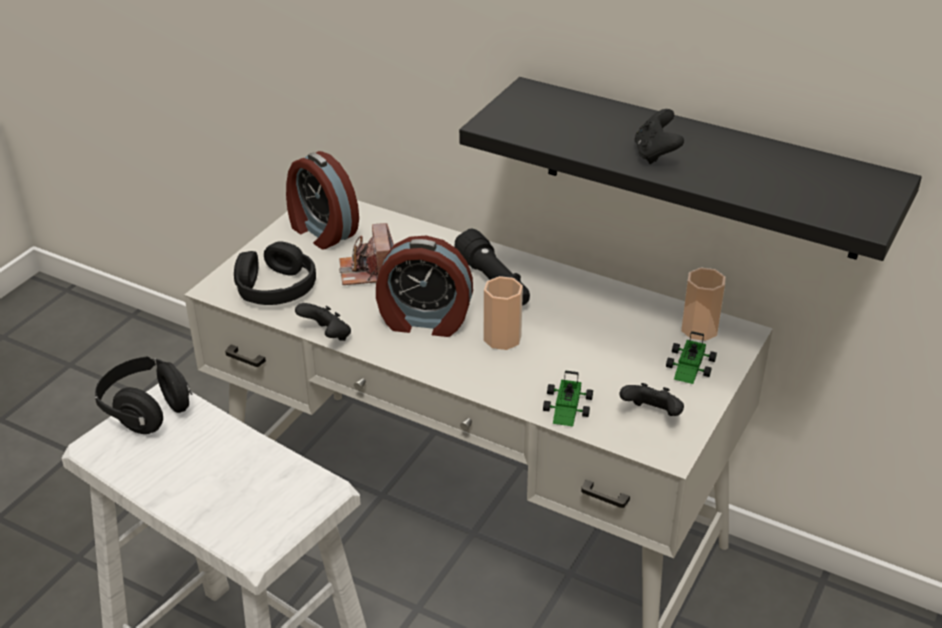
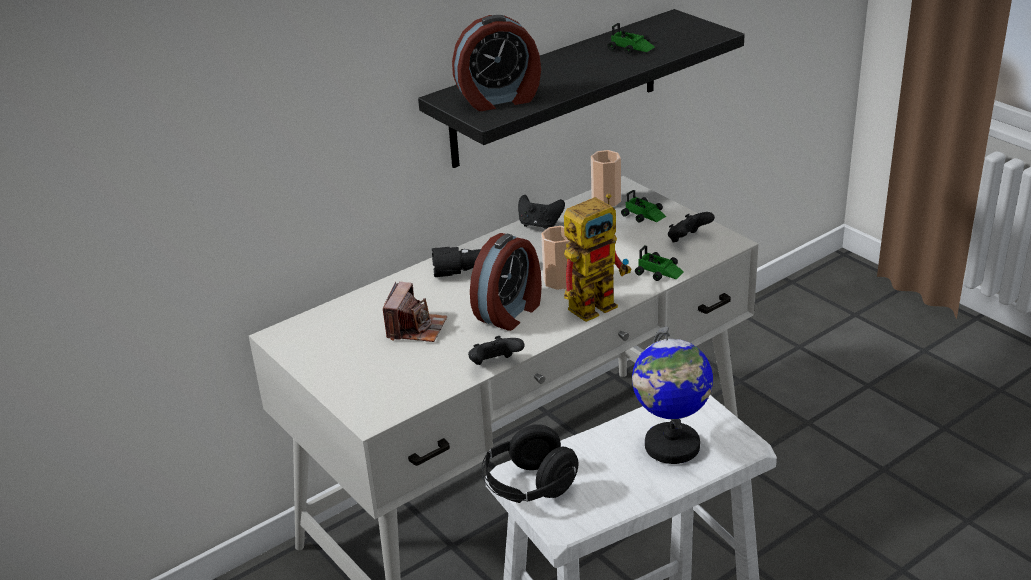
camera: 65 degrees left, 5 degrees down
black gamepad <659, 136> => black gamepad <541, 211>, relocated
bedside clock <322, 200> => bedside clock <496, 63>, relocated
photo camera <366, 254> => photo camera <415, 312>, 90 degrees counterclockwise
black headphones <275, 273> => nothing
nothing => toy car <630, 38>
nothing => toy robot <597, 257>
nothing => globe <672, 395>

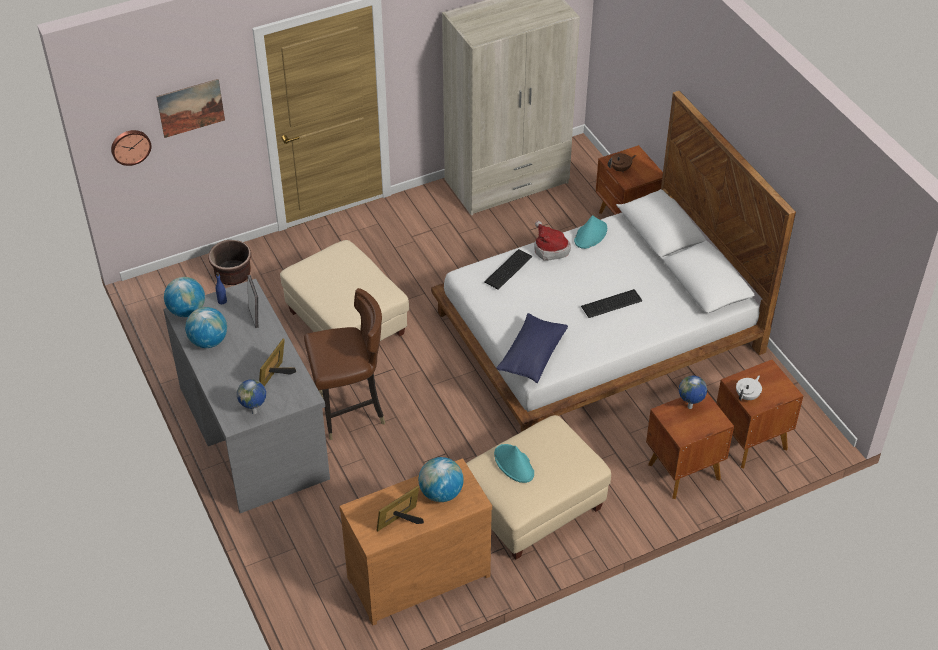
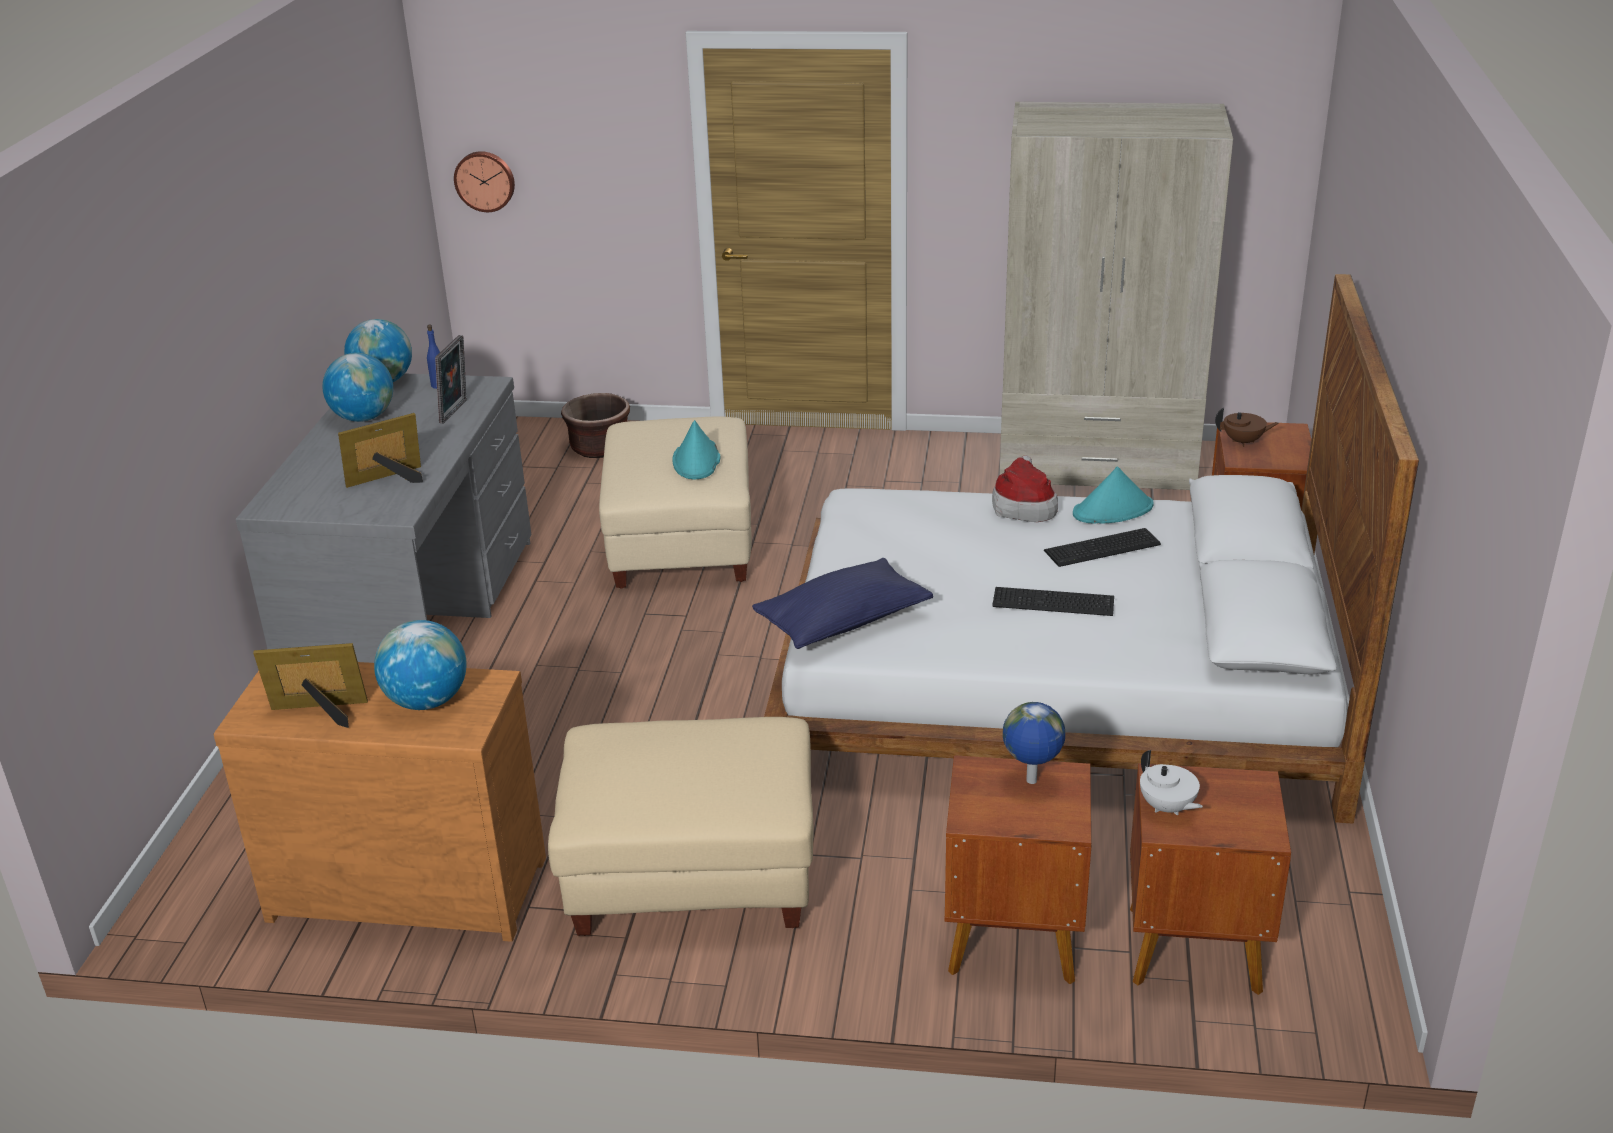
camera: 35 degrees right, 15 degrees down
picture <190, 108> => nothing
PC keyboard <508, 269> => PC keyboard <1102, 547>, relocated
brownish chair <344, 364> => nothing
white teapot <749, 388> => white teapot <1171, 782>, 75 degrees clockwise
globe <251, 396> => nothing
turquoise-coloured hat <514, 463> => turquoise-coloured hat <696, 450>, relocated

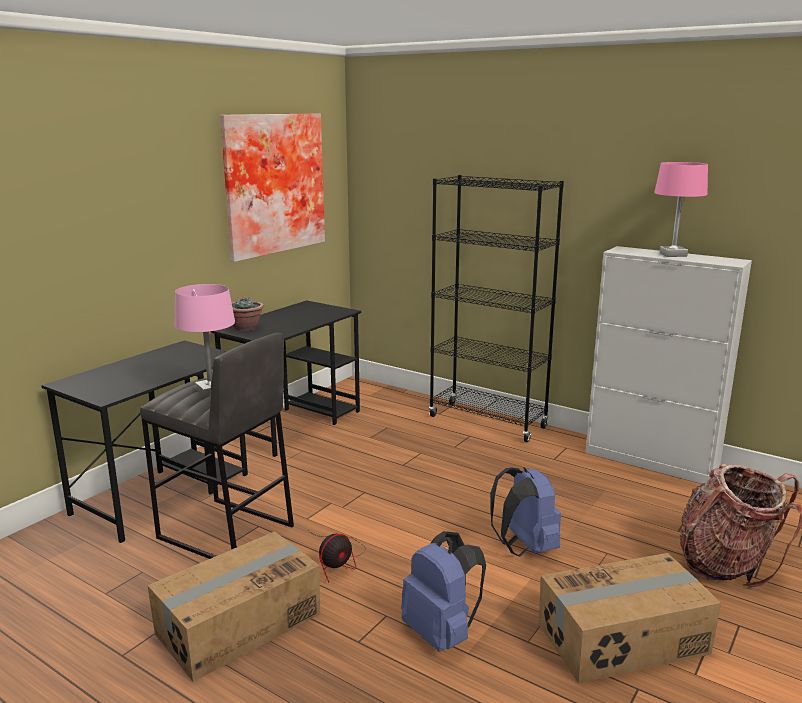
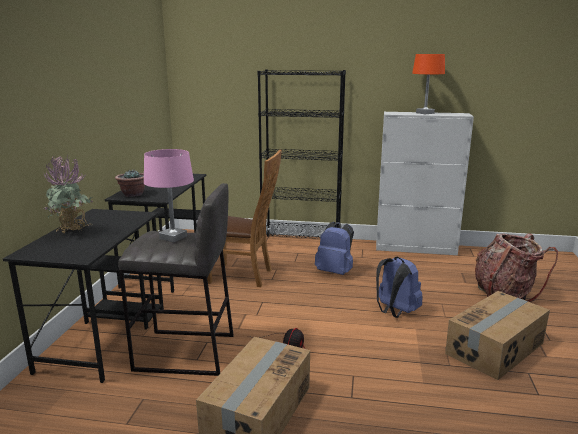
camera: 25 degrees left, 0 degrees up
picture <272, 187> => nothing
pinkish table lamp <681, 209> => orange table lamp <428, 84>
blue rucksack <443, 591> => blue rucksack <334, 248>, relocated
nothing => brownish chair <244, 218>
nothing => plant in a pot <68, 194>

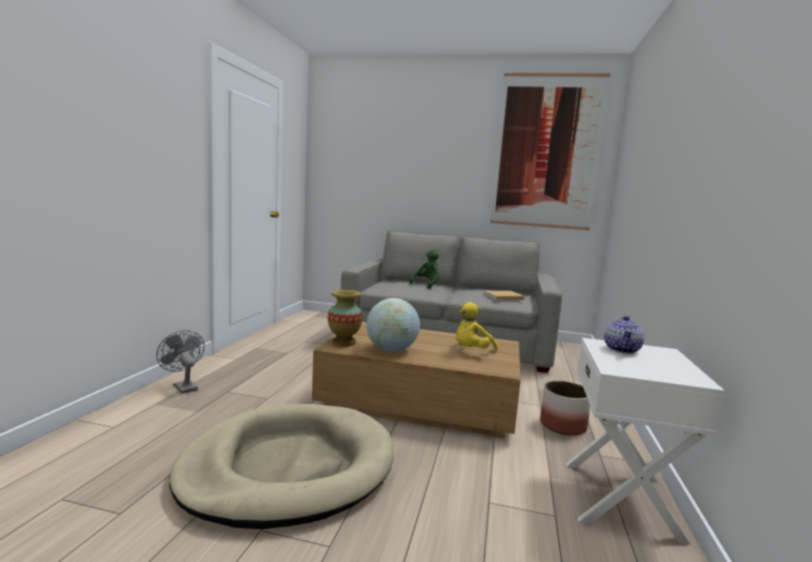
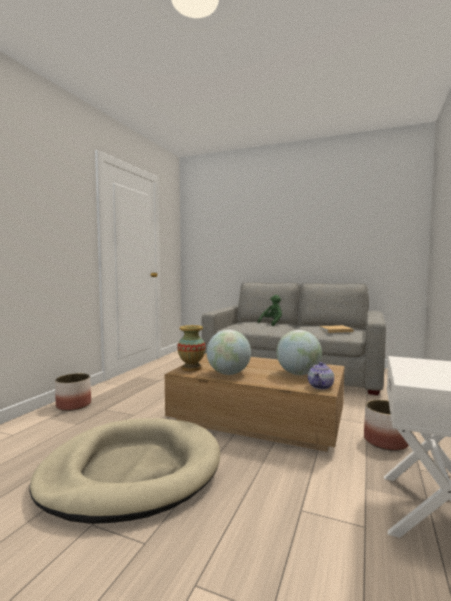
camera: 10 degrees right, 5 degrees down
picture <550, 151> => nothing
yellow-coloured plush toy <477, 326> => globe <299, 352>
teapot <624, 335> => teapot <321, 376>, relocated
gray electric fan <180, 362> => flower pot <73, 392>

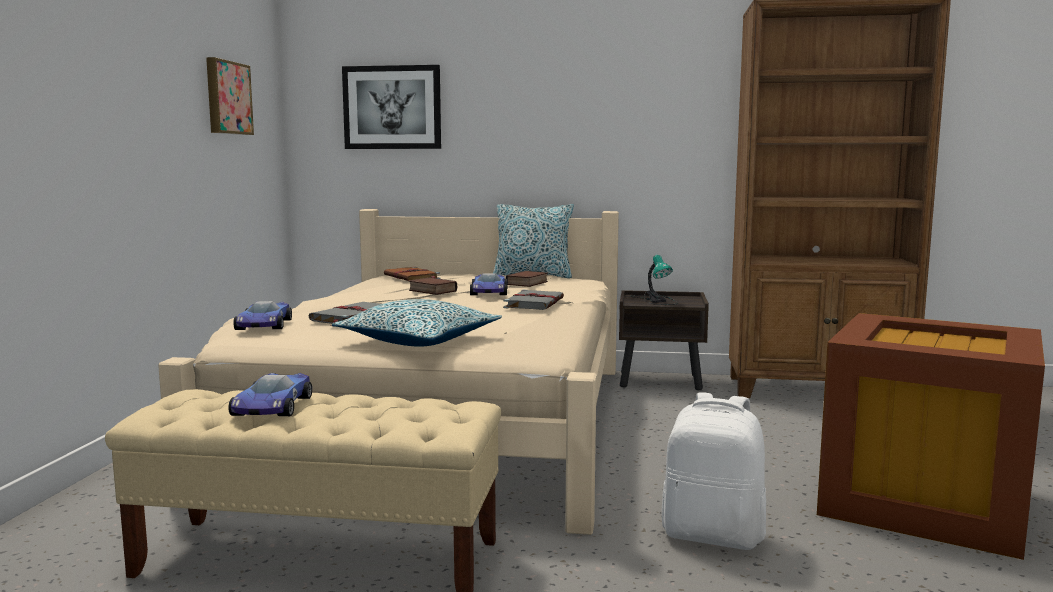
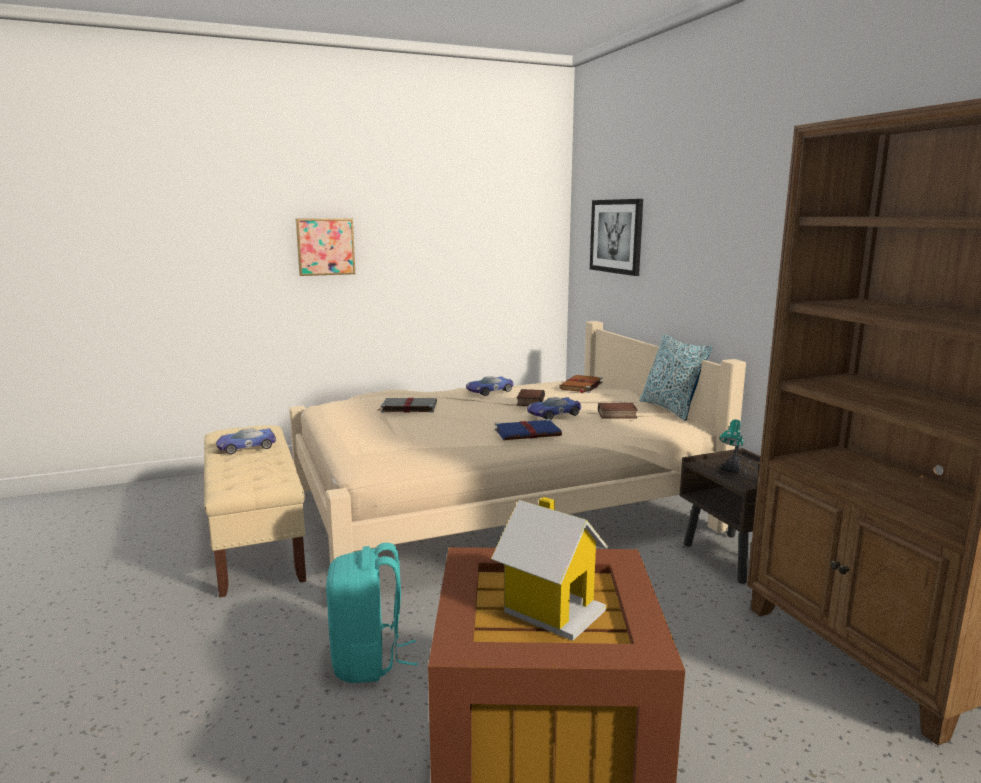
camera: 60 degrees right, 5 degrees up
picture <230, 96> => picture <325, 247>, relocated
gray volume <533, 300> => blue volume <528, 429>
pillow <417, 323> => nothing
toy car <262, 315> => toy car <490, 386>, relocated
white rucksack <713, 471> => turquoise-coloured rucksack <372, 613>
nothing => model house <549, 569>

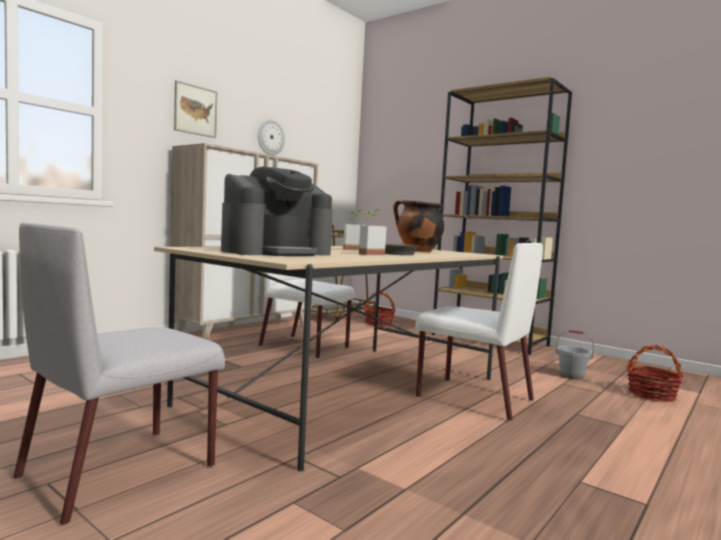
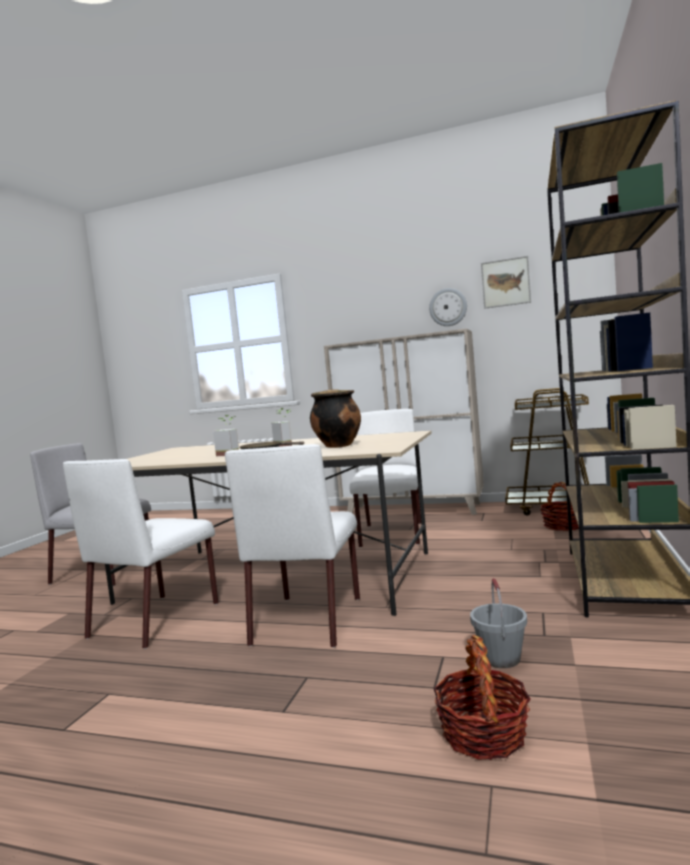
camera: 70 degrees right, 0 degrees up
picture <195, 109> => picture <506, 282>, relocated
coffee machine <277, 211> => nothing
nothing => white chair <140, 554>

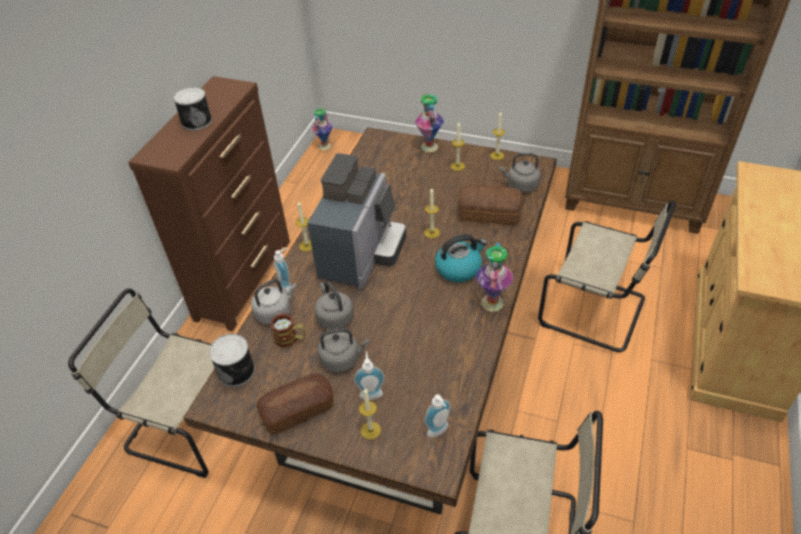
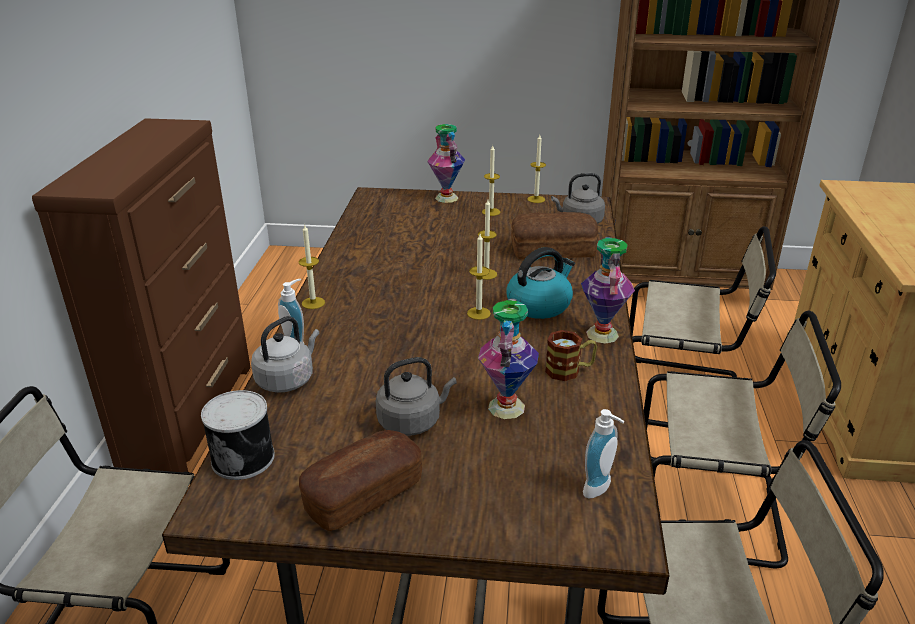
camera: 15 degrees left, 15 degrees down
metal can <192, 108> => nothing
decorative vase <322, 129> => decorative vase <508, 359>, relocated
coffee machine <356, 220> => nothing
gray water kettle <334, 305> => nothing
mug <288, 330> => mug <571, 355>, relocated
soap dispenser <369, 375> => nothing
wax candle <370, 414> => wax candle <479, 277>, relocated
nothing => sand-coloured chair <742, 439>

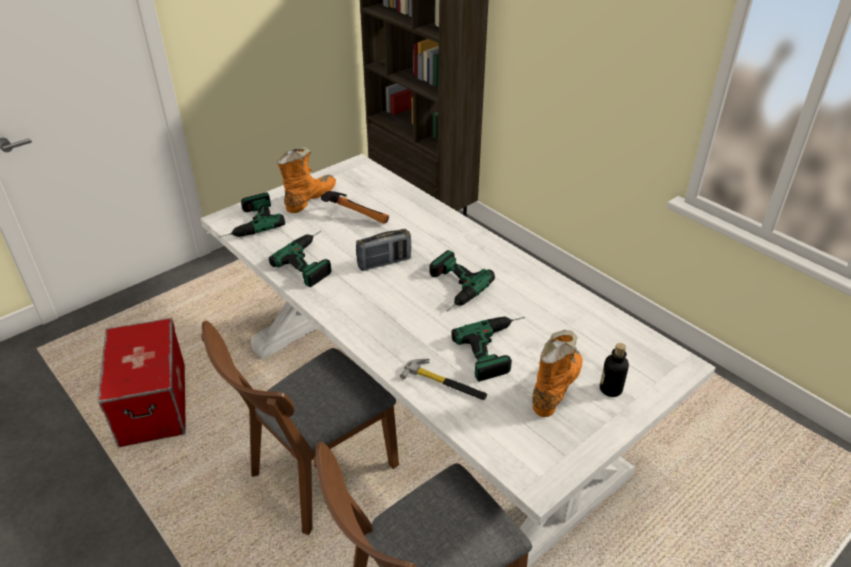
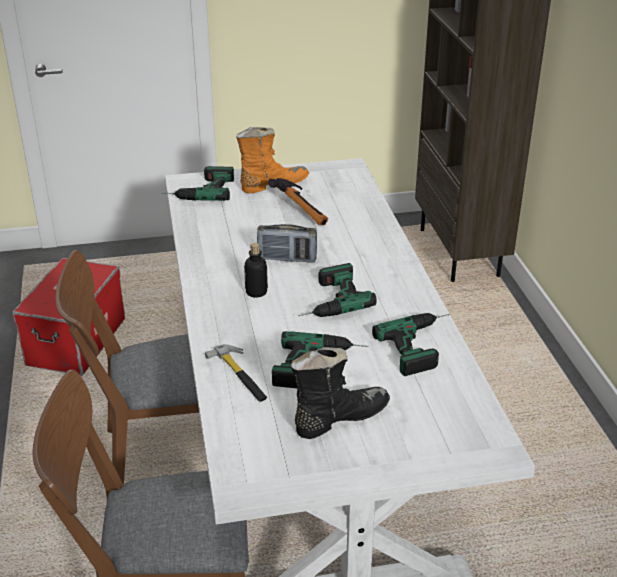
camera: 30 degrees right, 5 degrees down
power drill <300, 259> => power drill <411, 344>, relocated
orange tall boot <557, 373> => black tall boot <340, 393>
beverage bottle <614, 370> => beverage bottle <256, 270>, relocated

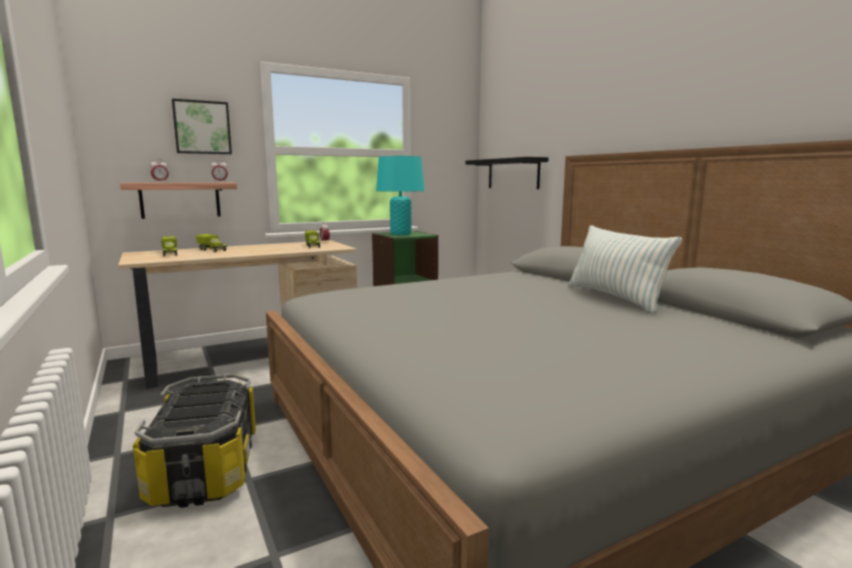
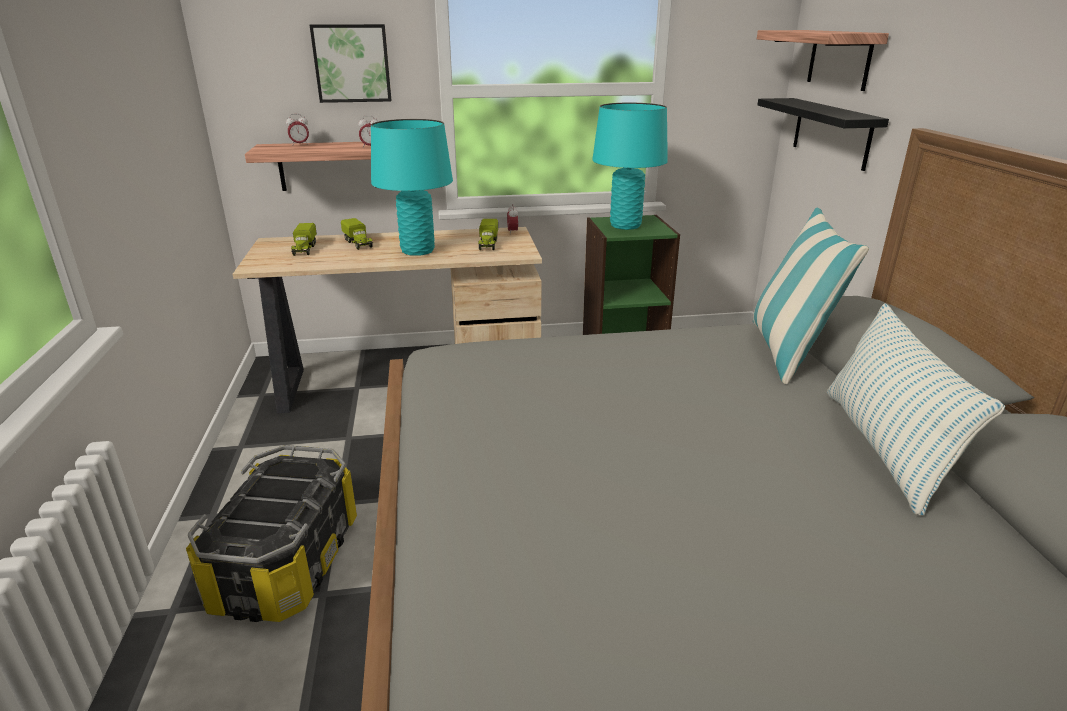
camera: 20 degrees right, 15 degrees up
nothing => wall shelf <823, 60>
nothing => turquoise-coloured table lamp <412, 187>
nothing => pillow <811, 295>

